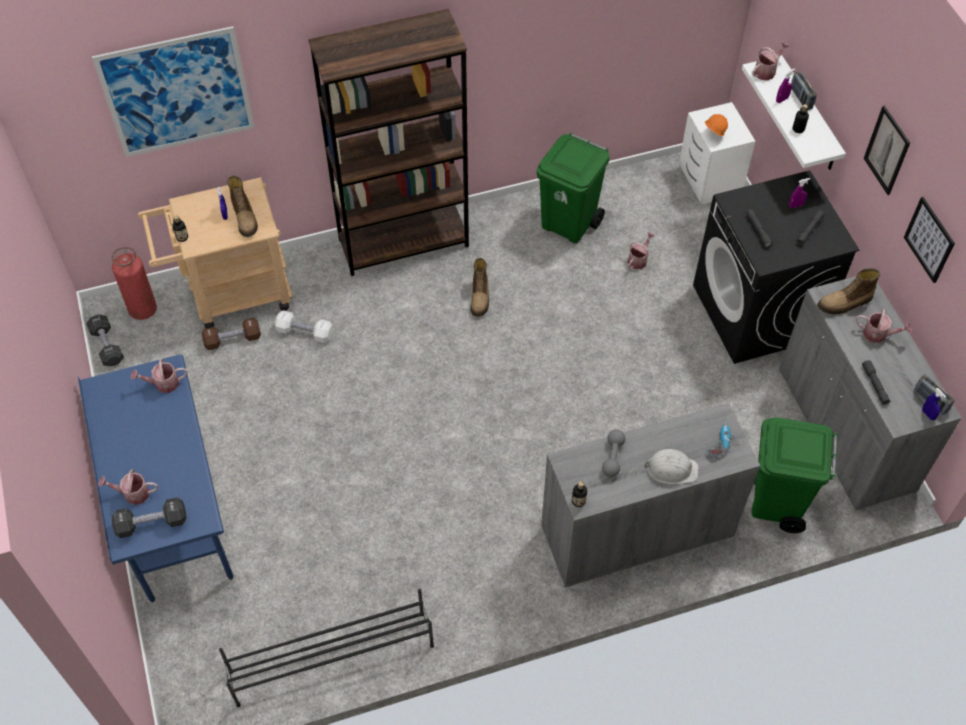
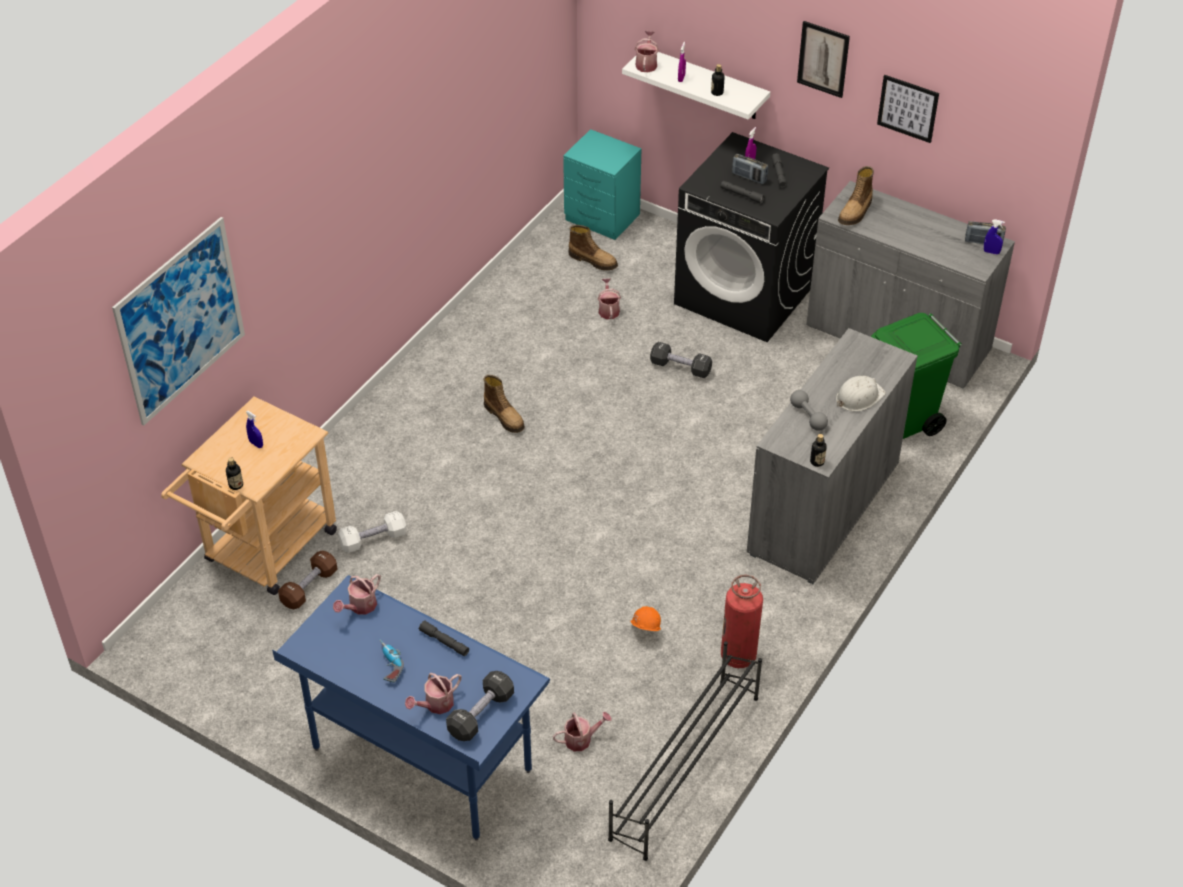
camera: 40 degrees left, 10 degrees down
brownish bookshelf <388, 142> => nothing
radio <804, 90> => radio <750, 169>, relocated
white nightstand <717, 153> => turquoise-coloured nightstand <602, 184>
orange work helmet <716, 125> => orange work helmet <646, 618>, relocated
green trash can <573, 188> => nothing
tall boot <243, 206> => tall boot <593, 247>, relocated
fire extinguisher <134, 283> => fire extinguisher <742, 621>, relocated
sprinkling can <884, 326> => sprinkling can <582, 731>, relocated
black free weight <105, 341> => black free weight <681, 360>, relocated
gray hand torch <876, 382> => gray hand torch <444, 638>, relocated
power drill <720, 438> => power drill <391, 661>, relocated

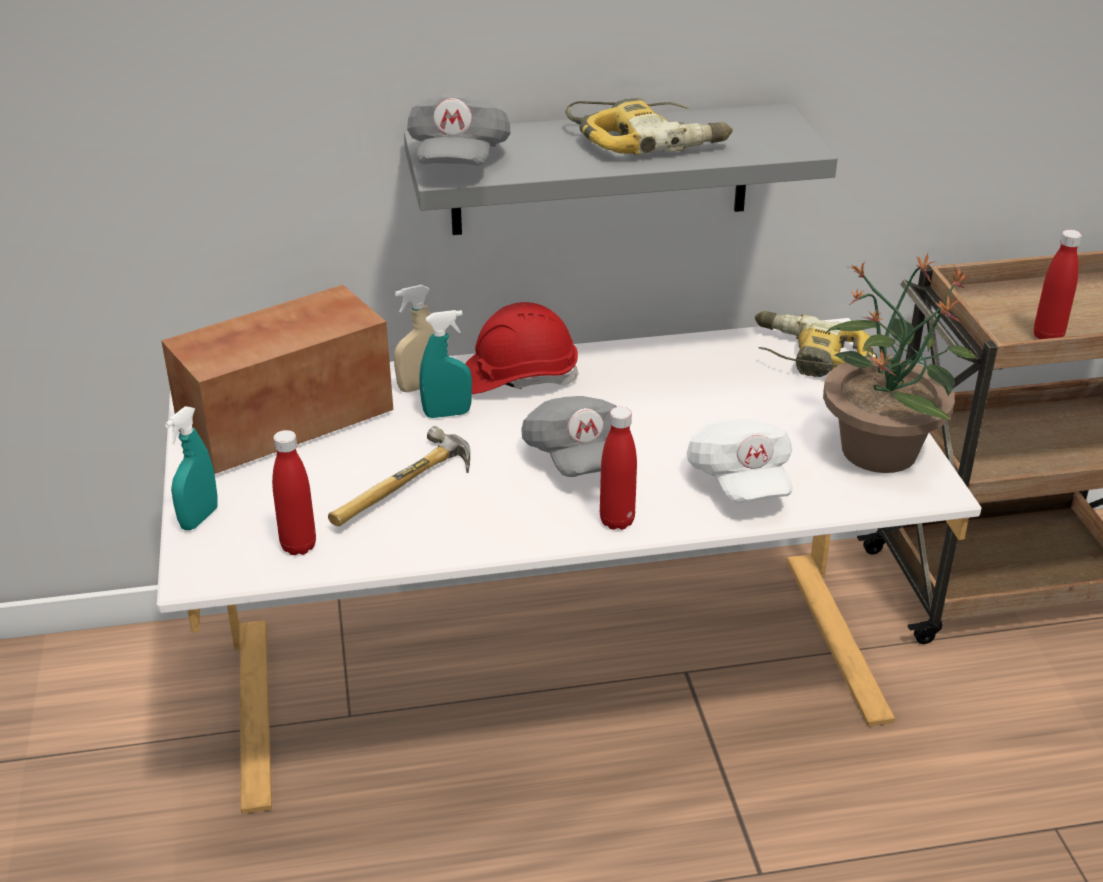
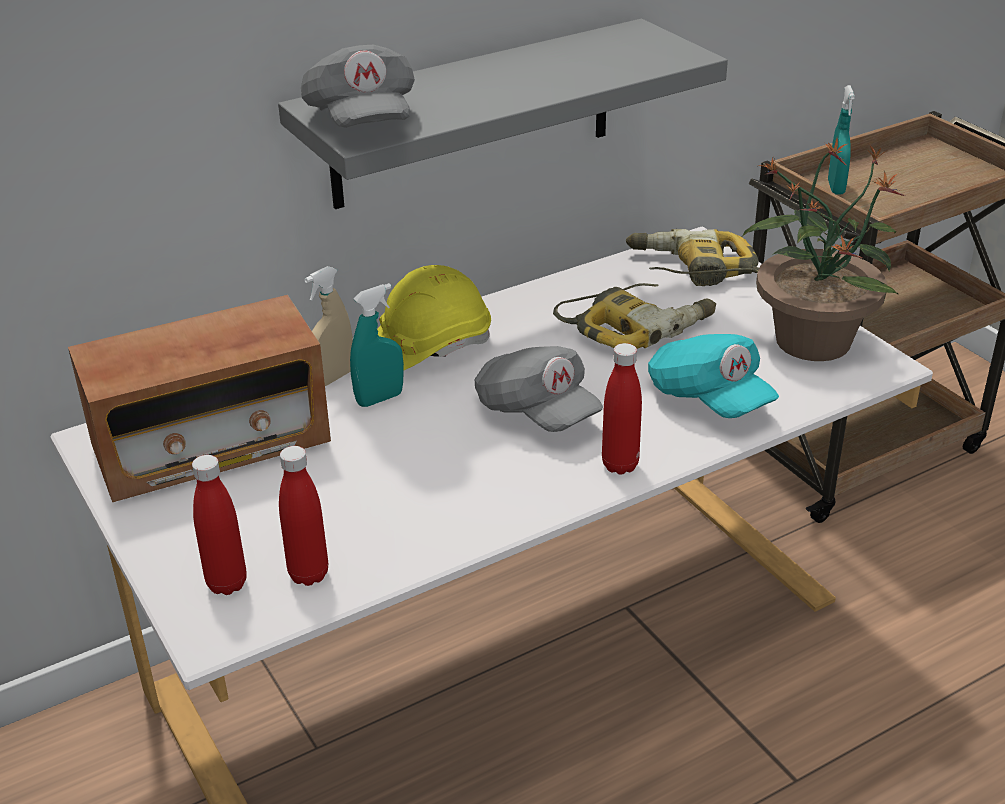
camera: 20 degrees left, 0 degrees up
power drill <649, 126> => power drill <634, 316>, relocated
red-coloured beverage bottle <1058, 284> => red-coloured beverage bottle <219, 525>, relocated
radio <277, 379> => radio <199, 398>, 150 degrees counterclockwise
red-coloured work helmet <521, 348> => yellow-coloured work helmet <434, 317>
turquoise-coloured spray bottle <191, 468> => turquoise-coloured spray bottle <841, 139>, relocated
white cap <739, 461> => turquoise-coloured cap <713, 376>
hammer <399, 476> => nothing

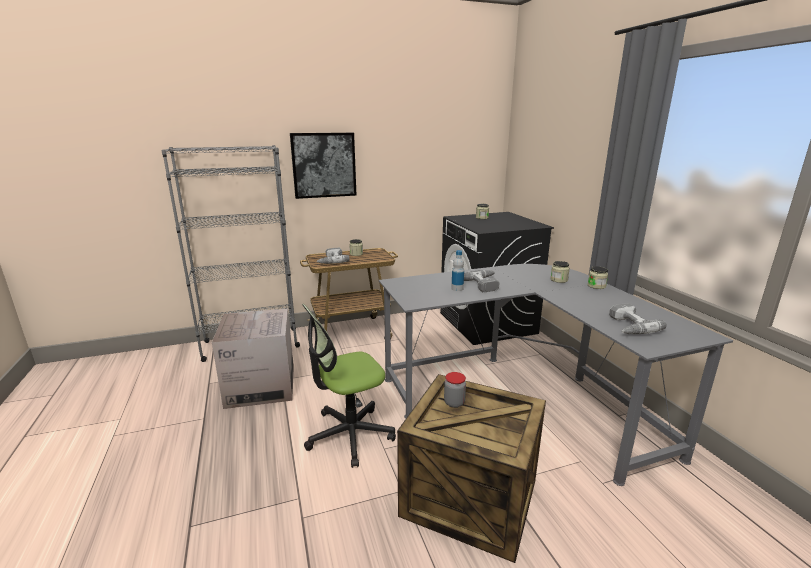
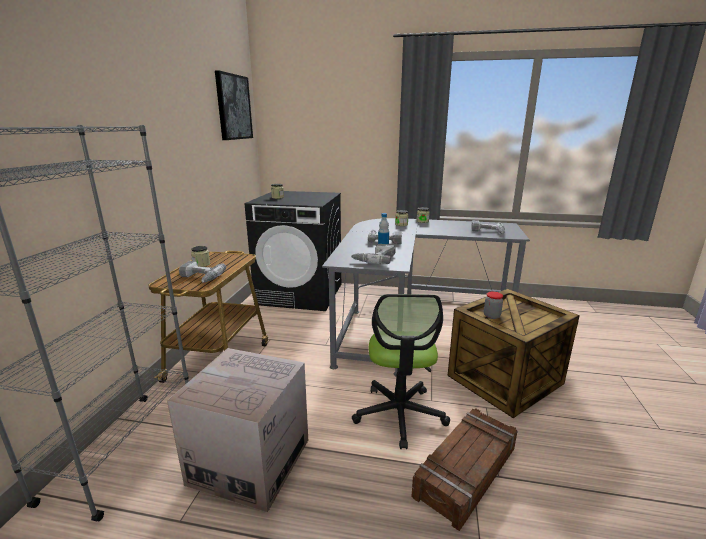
camera: 60 degrees left, 0 degrees up
picture <323, 166> => picture <234, 105>, relocated
nothing => power drill <373, 254>
nothing => shipping crate <464, 469>

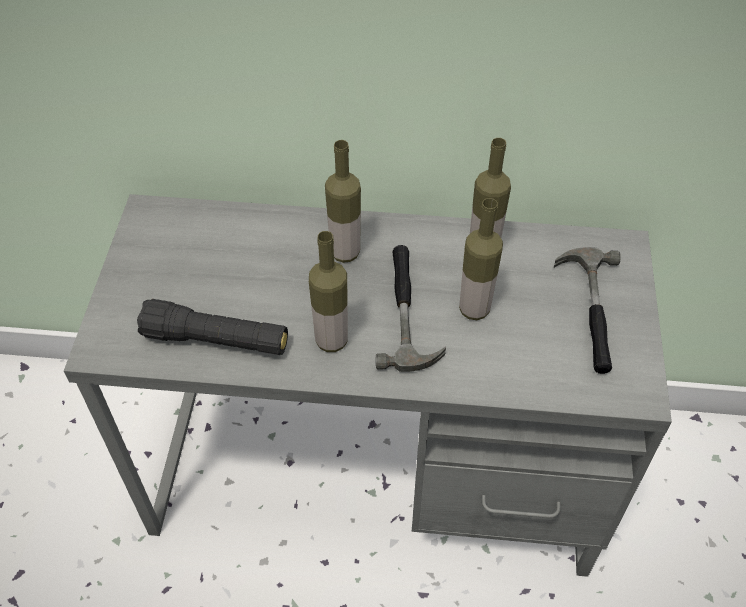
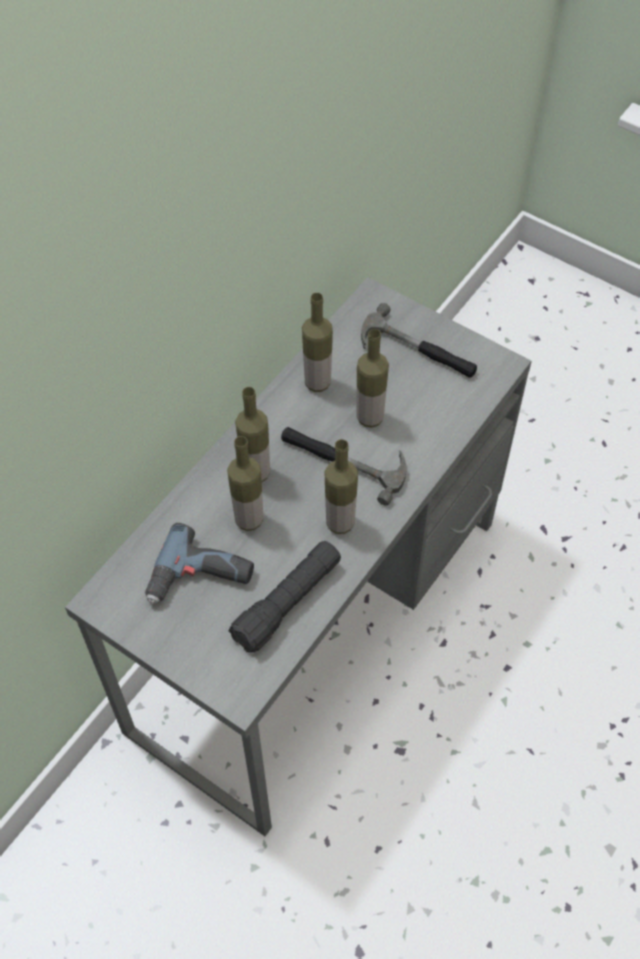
camera: 60 degrees left, 5 degrees up
nothing => beverage bottle <245, 483>
nothing => power drill <199, 563>

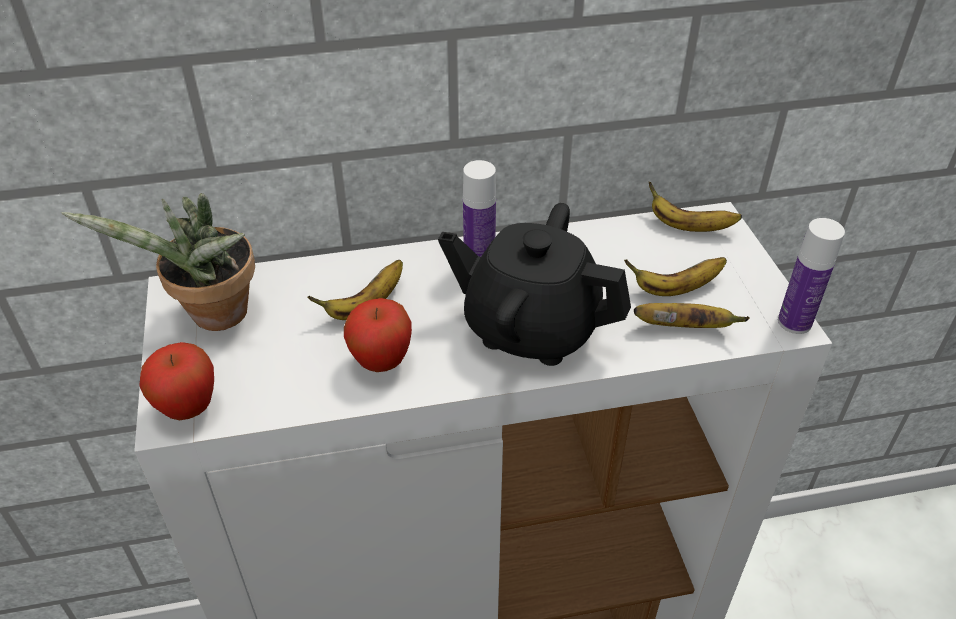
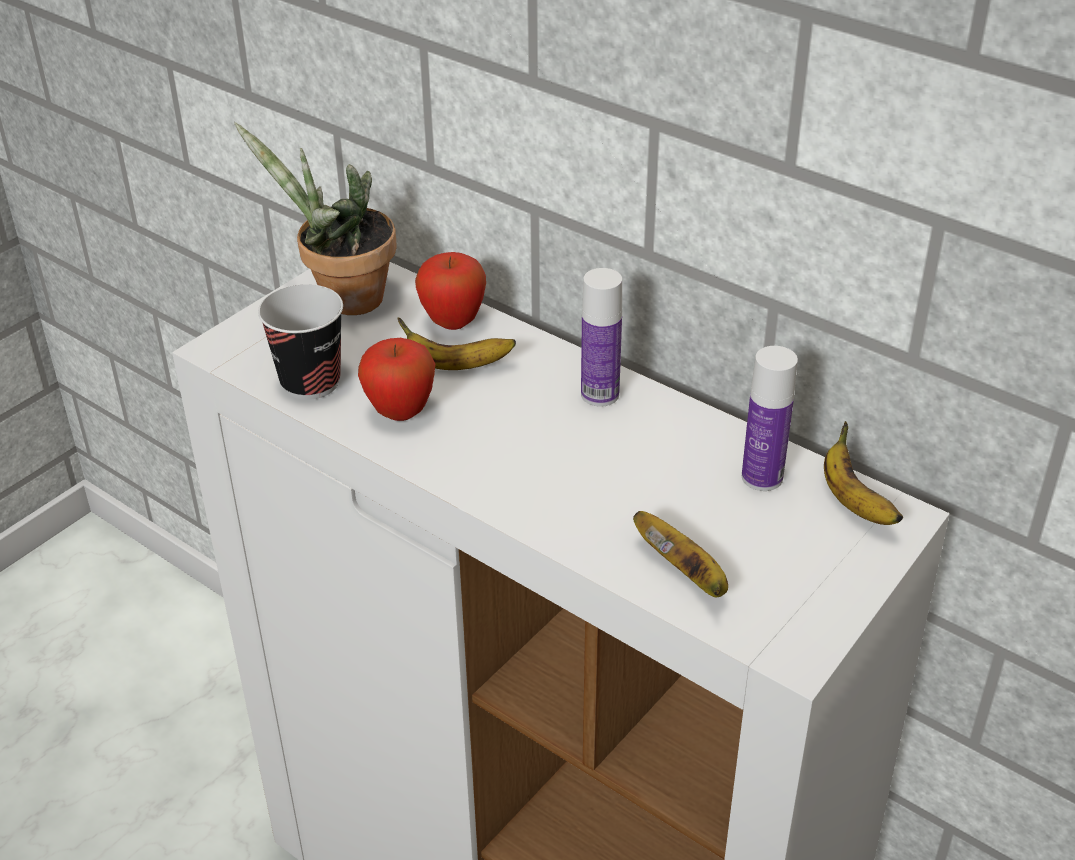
camera: 50 degrees right, 5 degrees down
black teapot <534, 284> => nothing
beverage bottle <811, 276> => beverage bottle <770, 418>, relocated
banana <675, 276> => nothing
apple <176, 381> => apple <450, 291>, relocated
nothing => cup <300, 342>

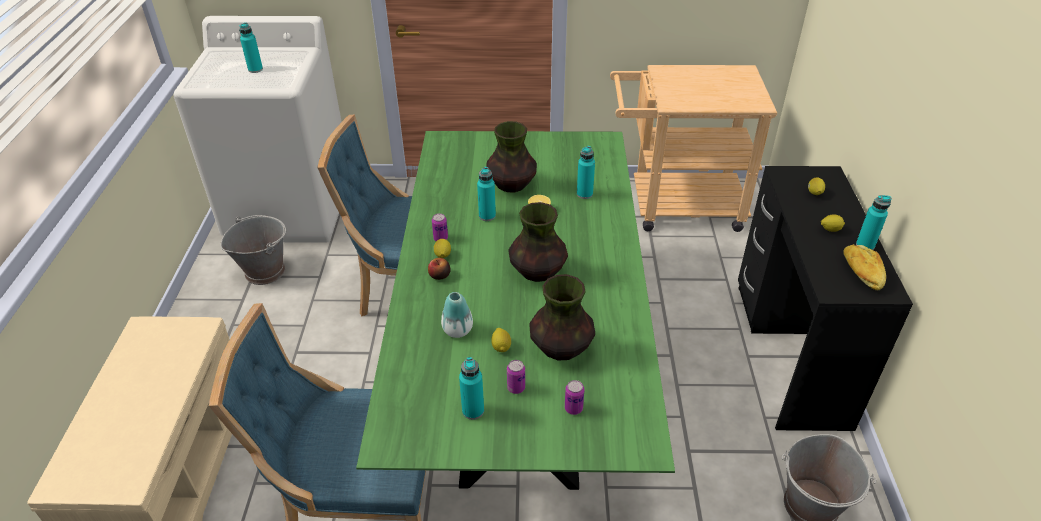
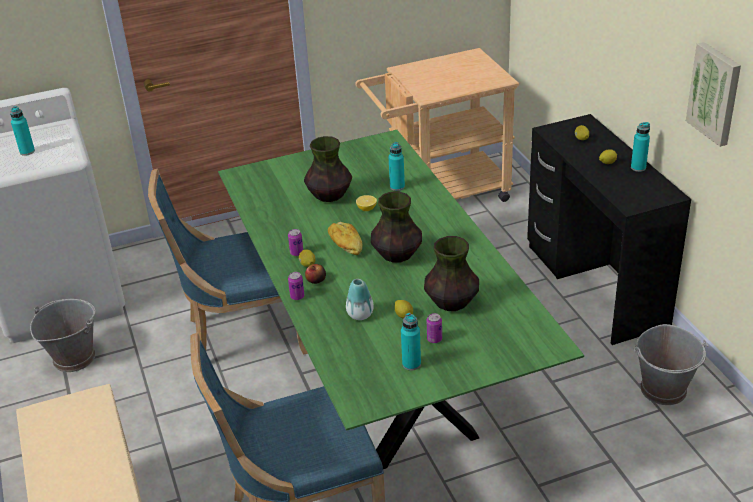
camera: 20 degrees left, 5 degrees down
turquoise-coloured beverage bottle <486, 194> => nothing
bread <864, 267> => bread <345, 238>, relocated
metal can <574, 397> => metal can <296, 286>, relocated
nothing => picture <713, 94>

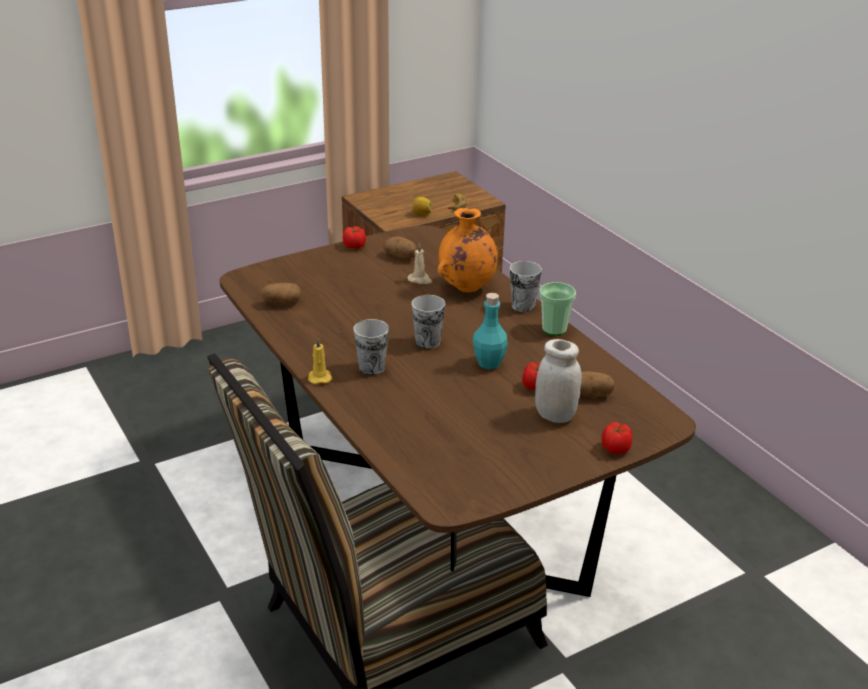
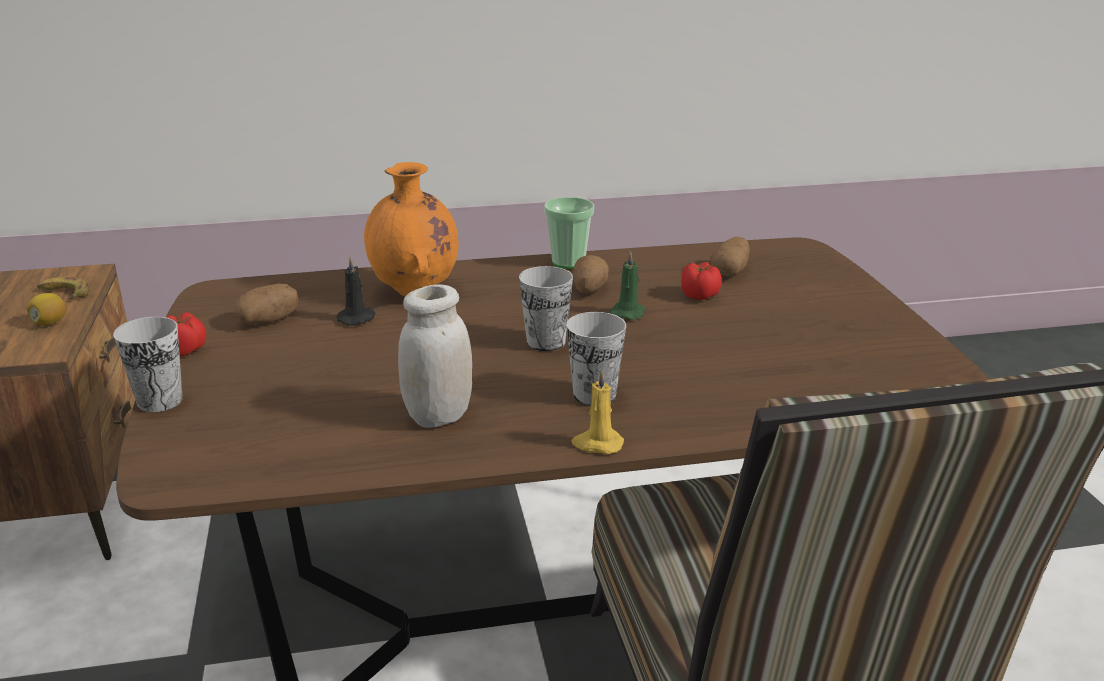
camera: 70 degrees left, 5 degrees down
sand-coloured wax candle <420, 263> => black wax candle <356, 291>
cup <526, 286> => cup <148, 364>, relocated
whole potato <281, 294> => whole potato <591, 274>, relocated
turquoise-coloured beverage bottle <490, 331> => green wax candle <627, 285>
white jar <558, 381> => white jar <435, 356>, relocated
whole tomato <616, 438> => nothing

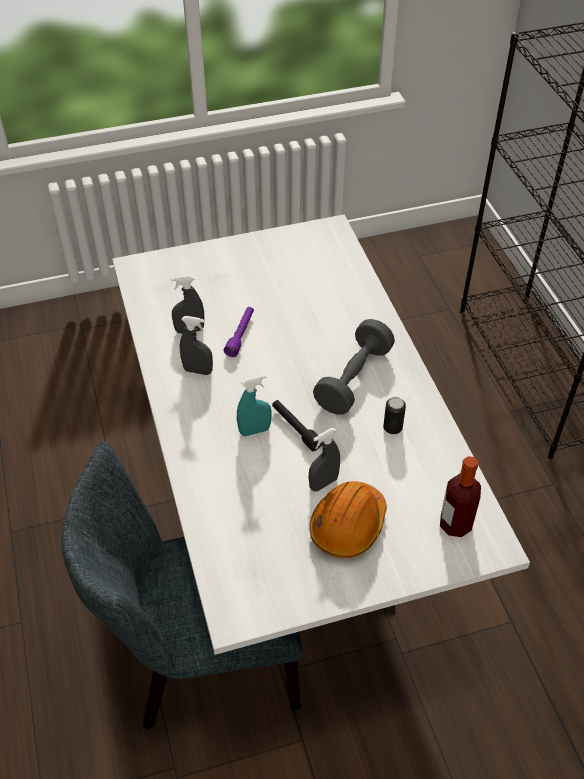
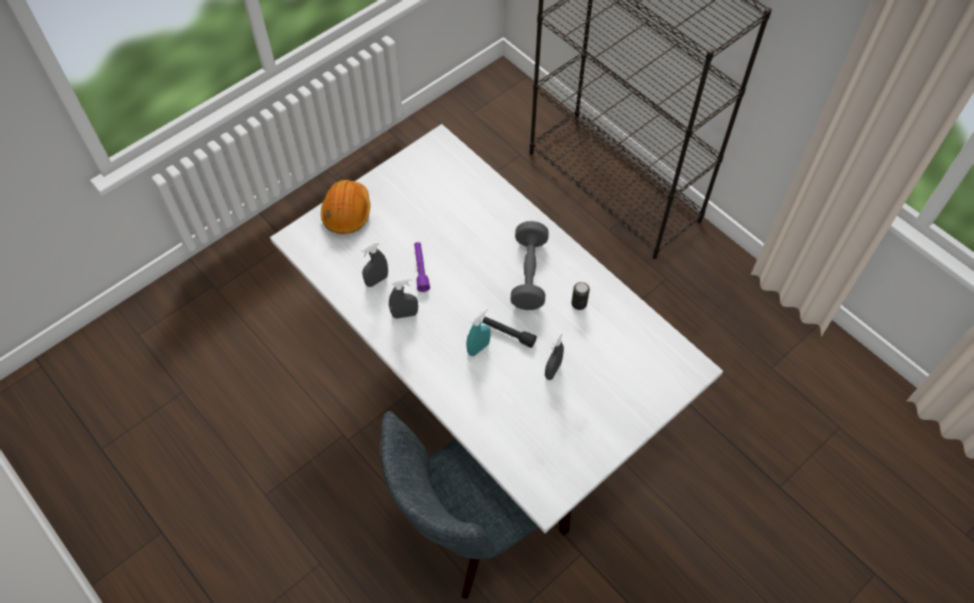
camera: 25 degrees left, 10 degrees up
beverage bottle <460, 496> => nothing
orange work helmet <348, 519> => orange work helmet <345, 207>, relocated

